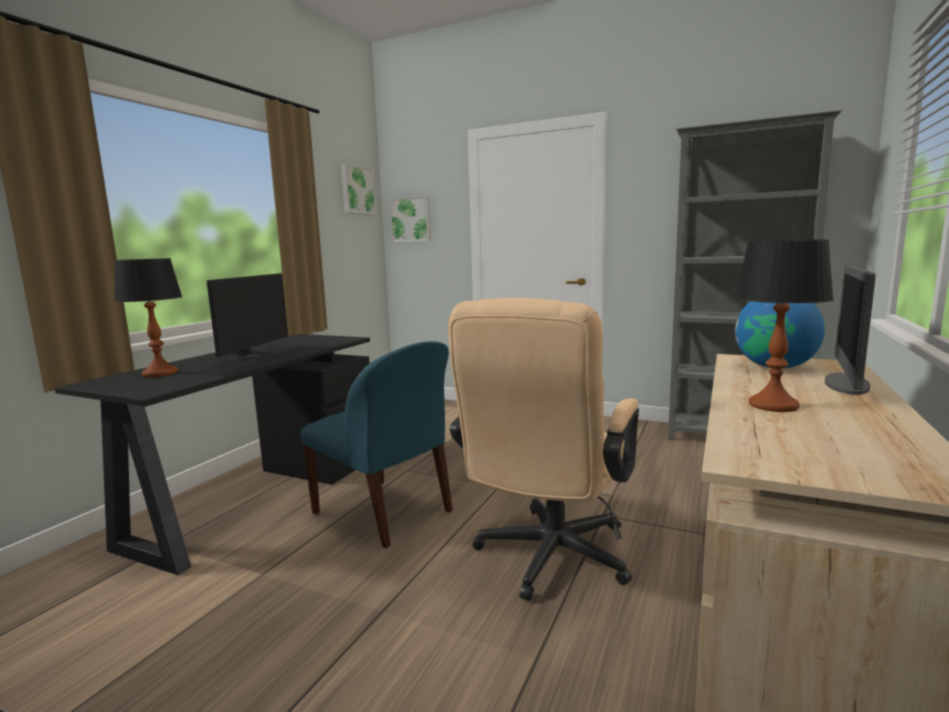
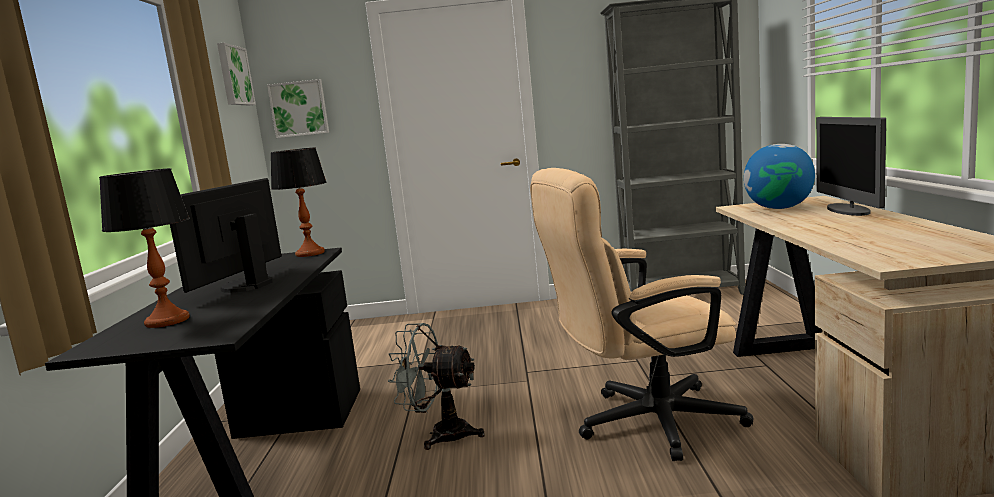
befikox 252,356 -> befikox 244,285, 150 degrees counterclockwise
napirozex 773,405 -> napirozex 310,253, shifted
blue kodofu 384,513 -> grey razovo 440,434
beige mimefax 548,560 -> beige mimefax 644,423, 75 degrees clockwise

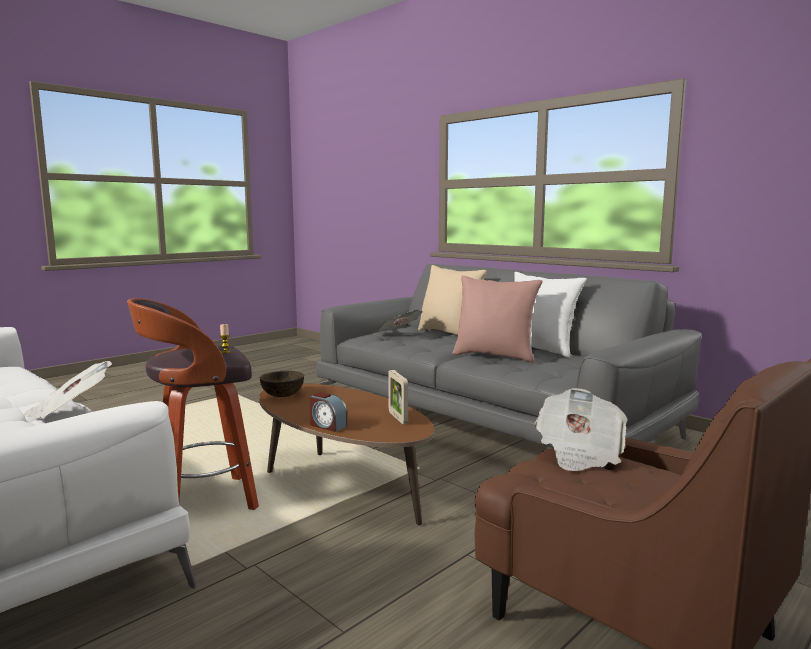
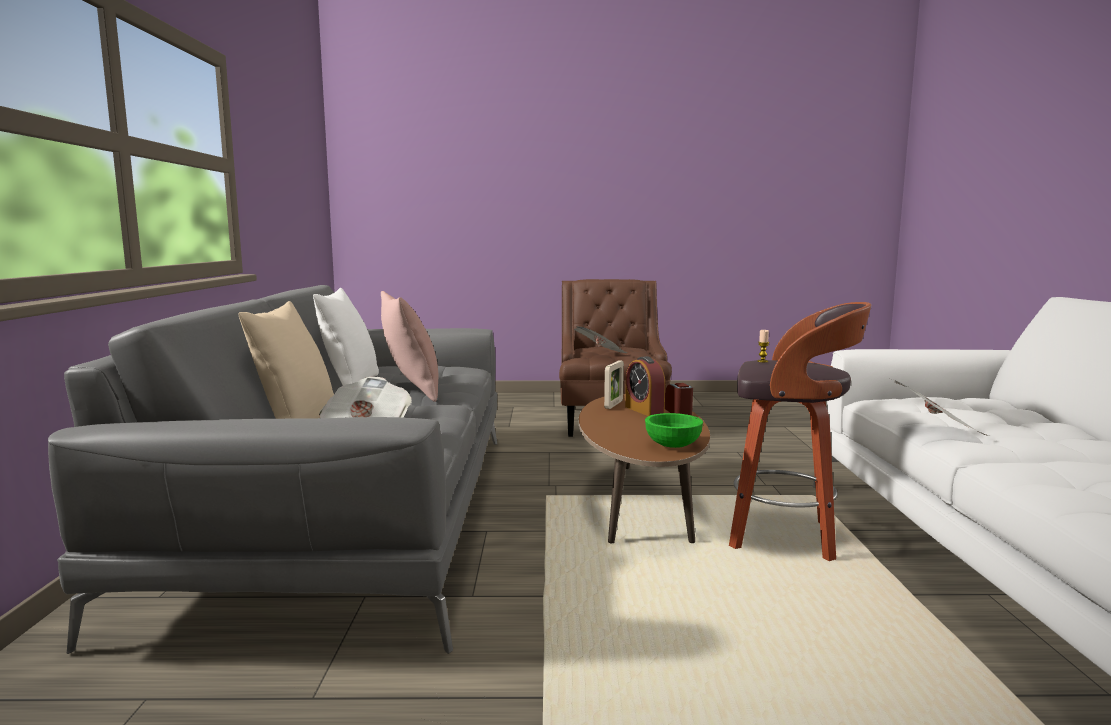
none -> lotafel 644,410
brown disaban 283,395 -> green disaban 672,445

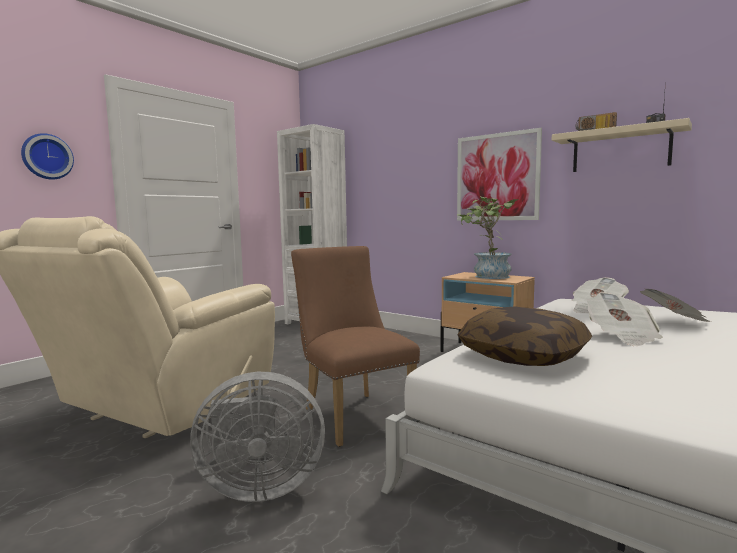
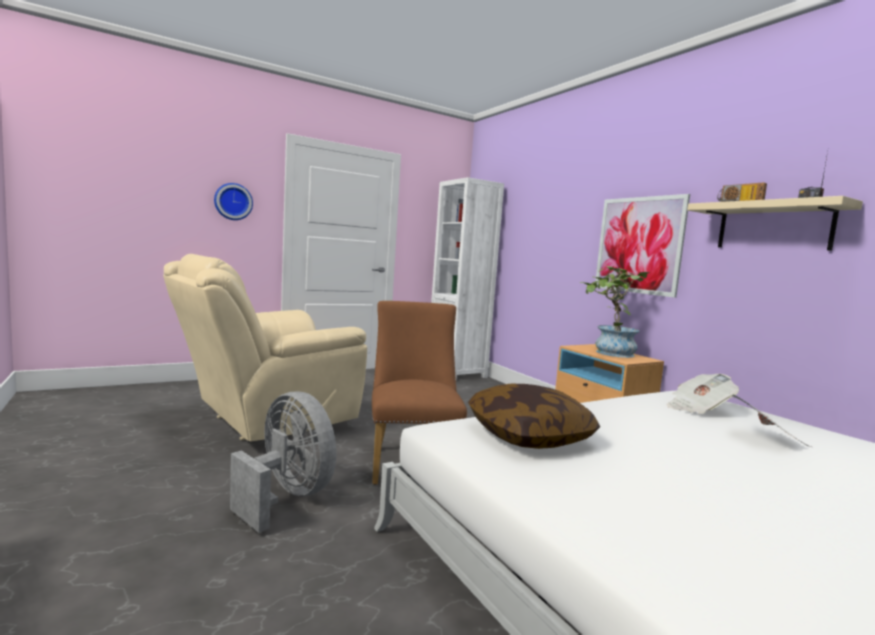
grey razovo 258,487 -> grey razovo 286,497, 150 degrees counterclockwise
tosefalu 622,336 -> none

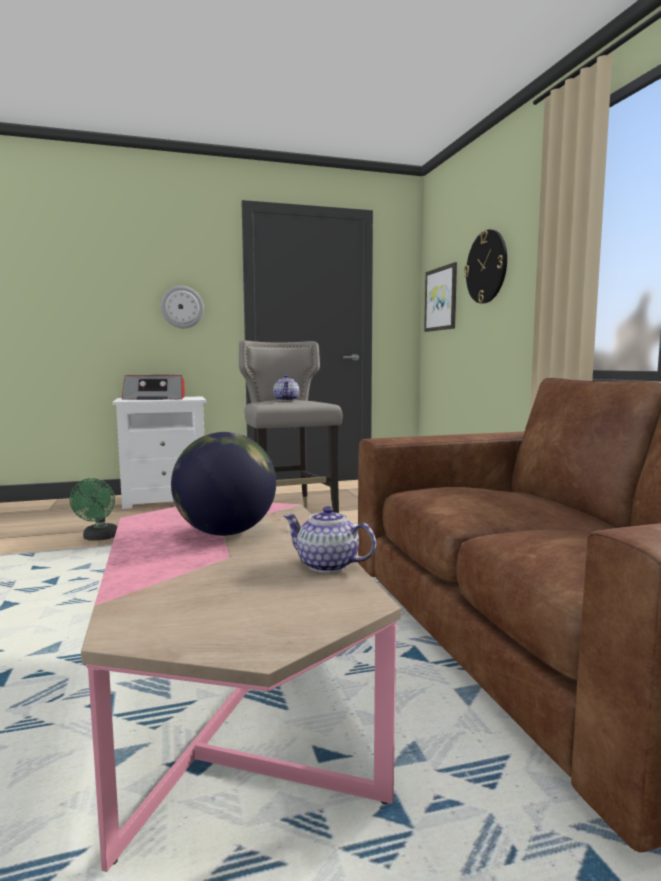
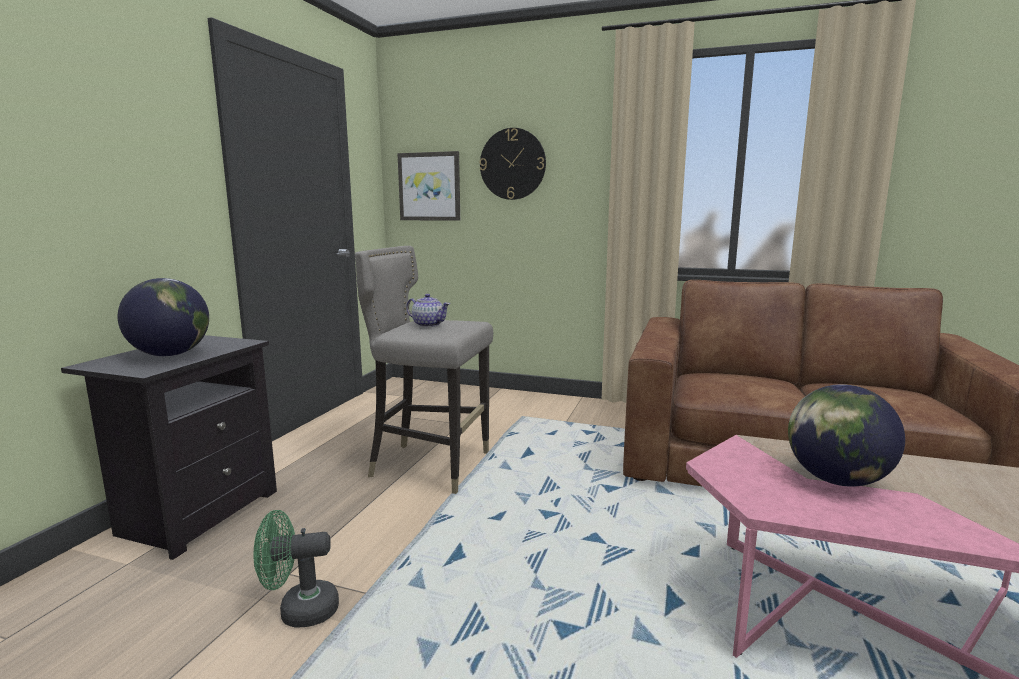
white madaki 166,499 -> black madaki 197,513
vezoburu 155,398 -> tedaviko 170,354
green razovo 99,538 -> green razovo 299,611, 135 degrees clockwise
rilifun 182,307 -> none
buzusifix 328,565 -> none

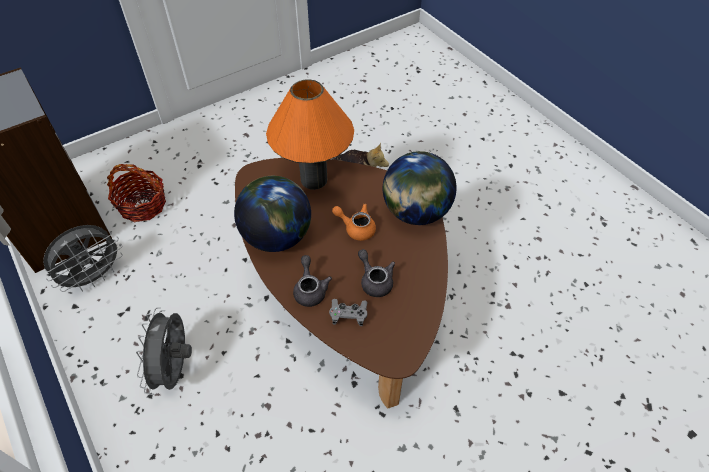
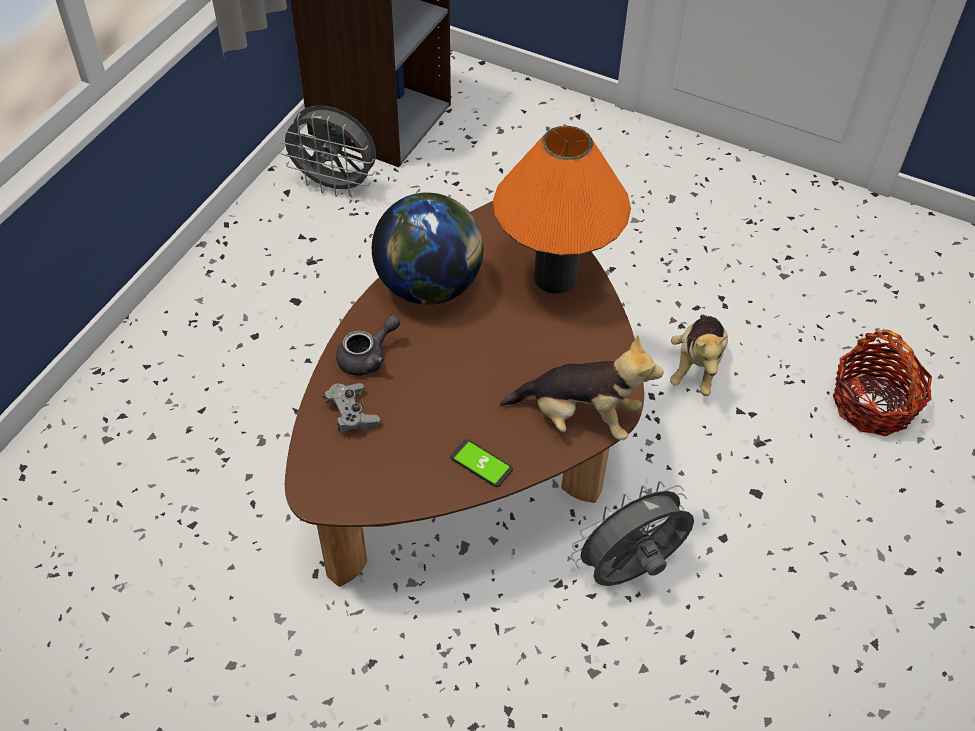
none -> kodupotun 481,464
tedaviko 415,212 -> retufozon 579,417
grey razovo 176,369 -> grey razovo 629,571, shifted
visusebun 143,205 -> visusebun 873,404, shifted
orange buzusifix 356,228 -> none
grey buzusifix 375,280 -> none

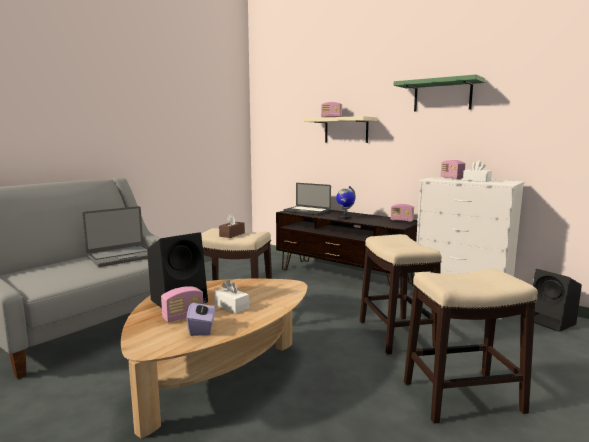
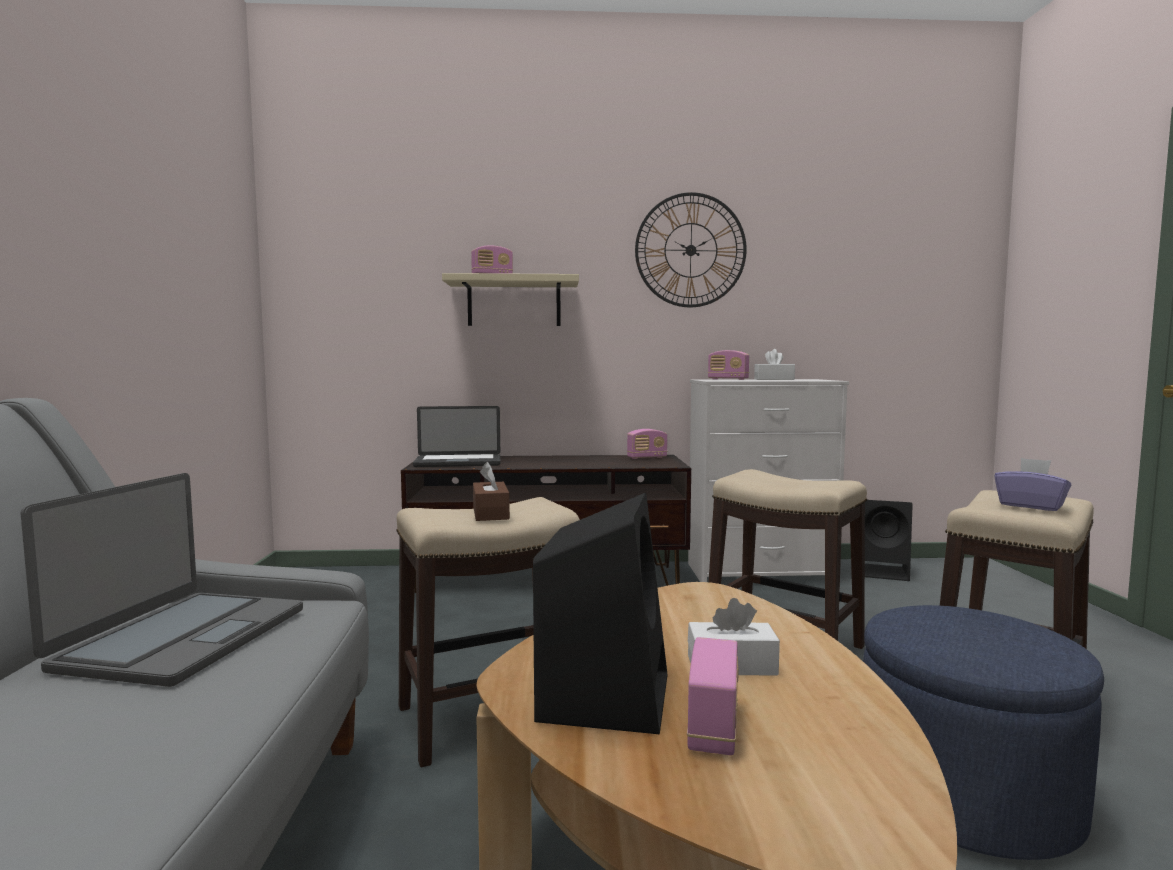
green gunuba 442,96 -> rilifun 690,250
none -> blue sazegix 965,794
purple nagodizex 202,329 -> purple nagodizex 1031,506, shifted
tedaviko 345,217 -> none

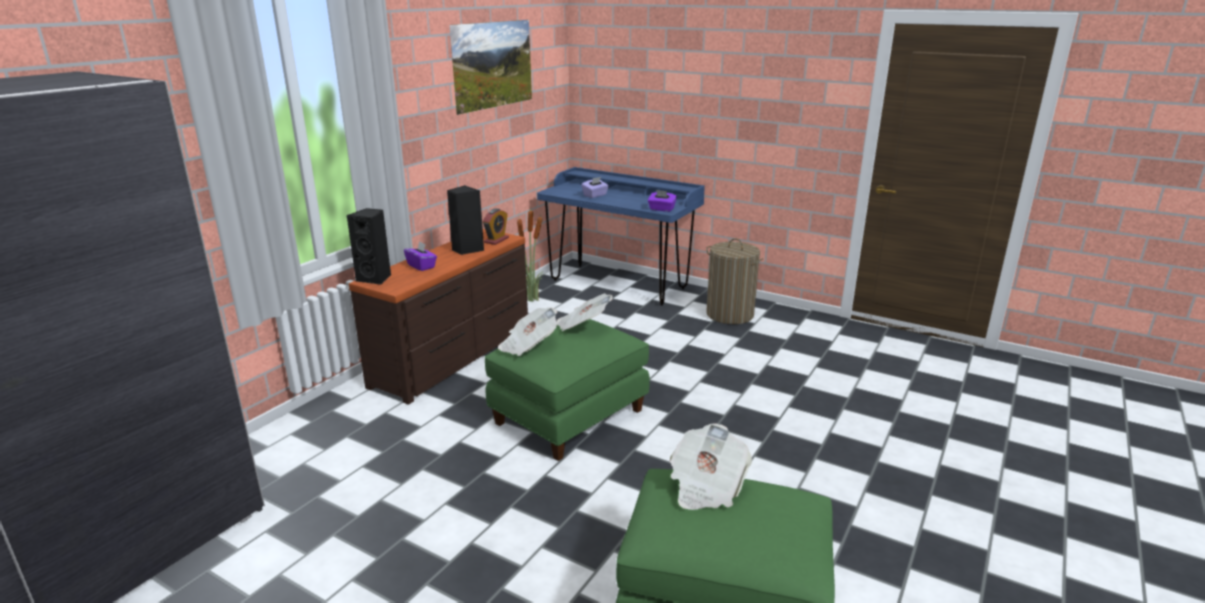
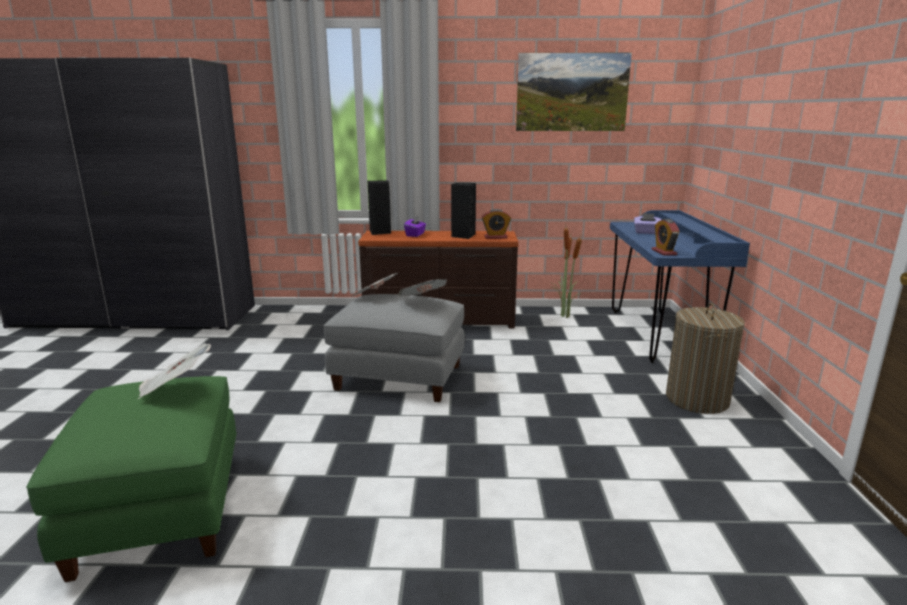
green sazegix 570,417 -> grey sazegix 398,378
purple nagodizex 661,209 -> lotafel 664,252

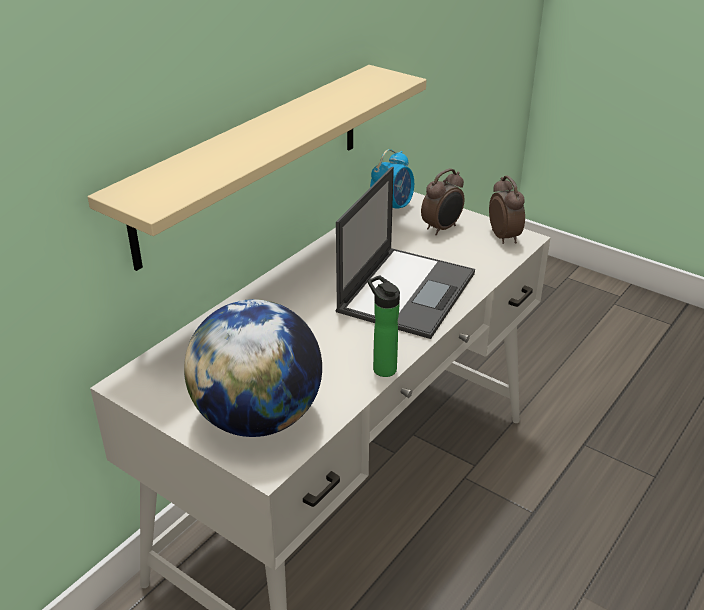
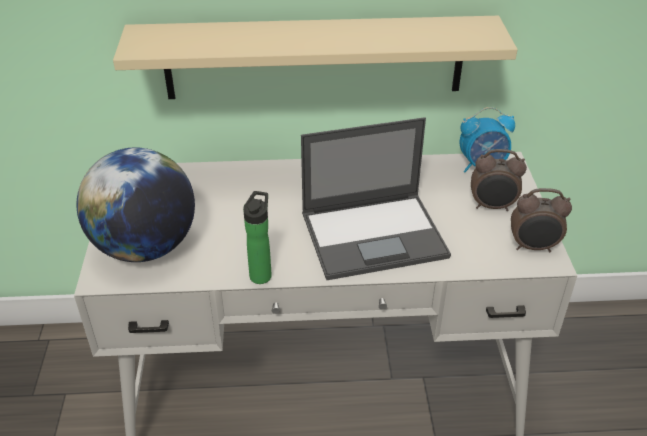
lotafel 504,237 -> lotafel 533,247, 60 degrees clockwise

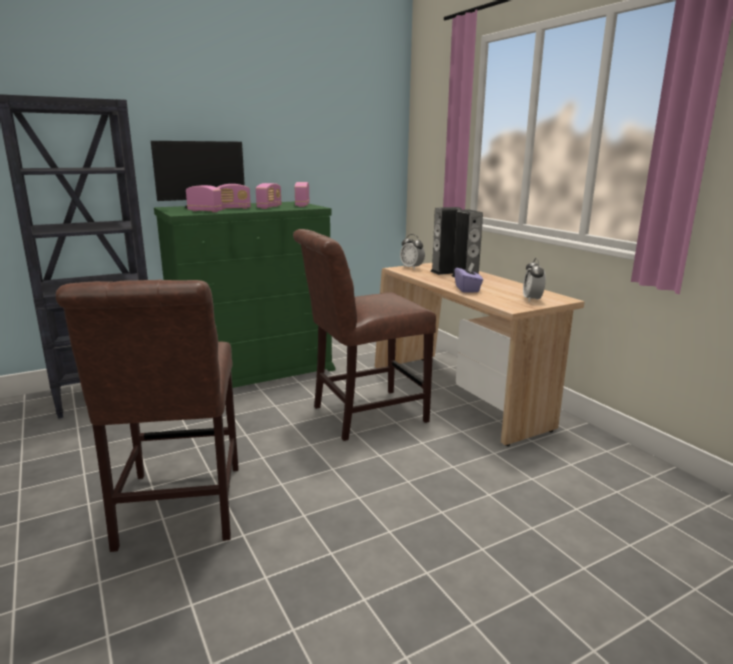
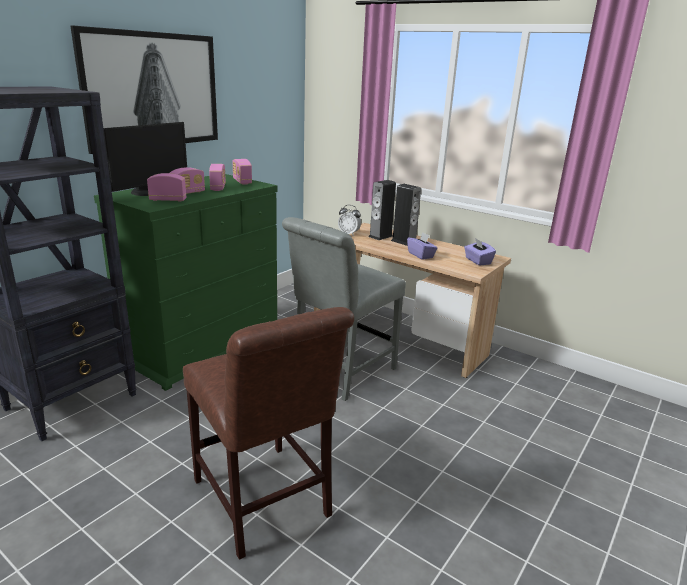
none -> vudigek 152,90
brown kodofu 363,415 -> grey kodofu 340,373
lotafel 532,299 -> purple nagodizex 477,261

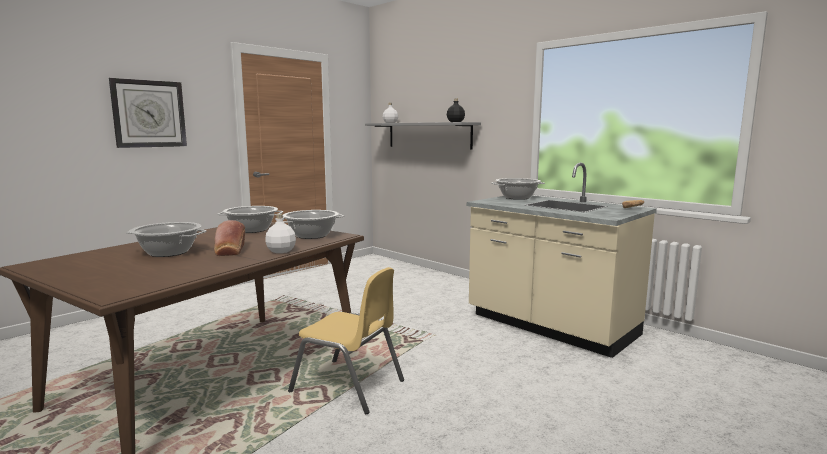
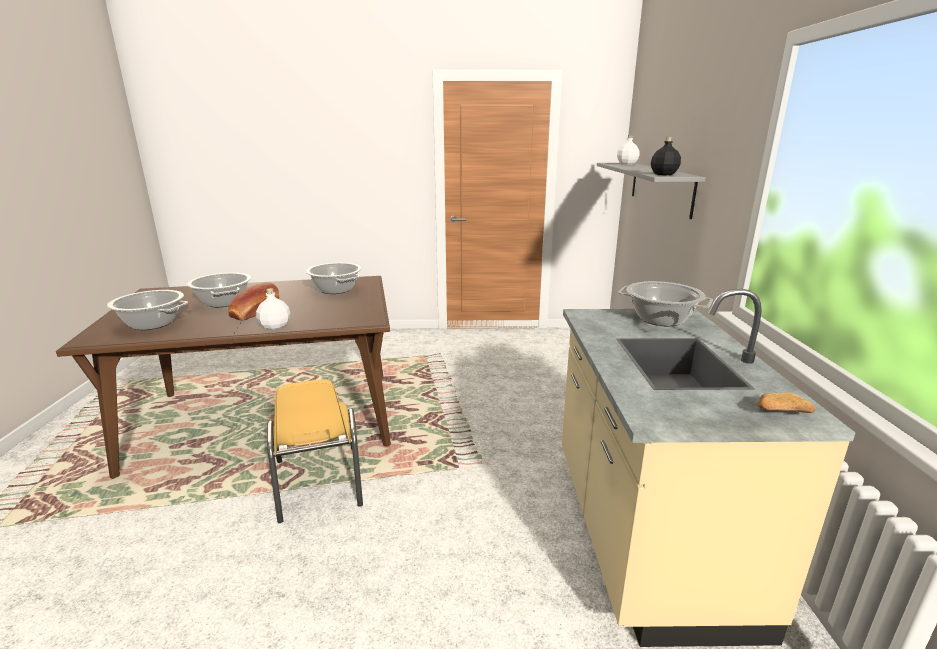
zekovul 311,236 -> zekovul 152,324, shifted
rilifun 149,114 -> none

